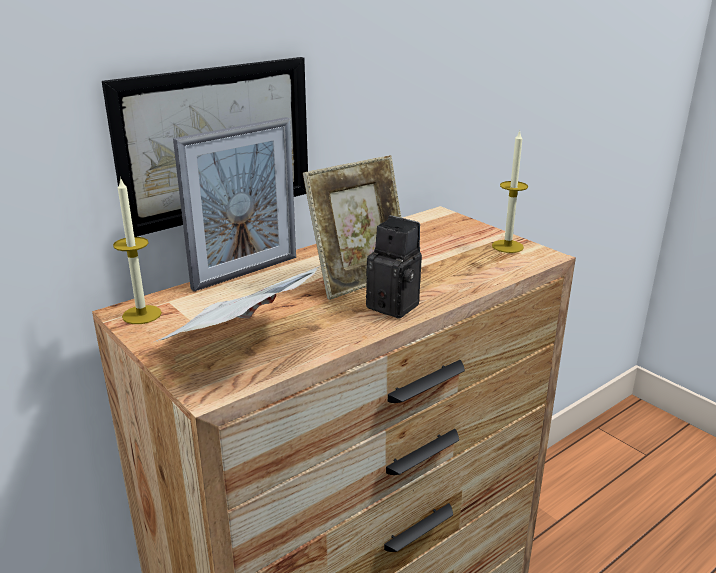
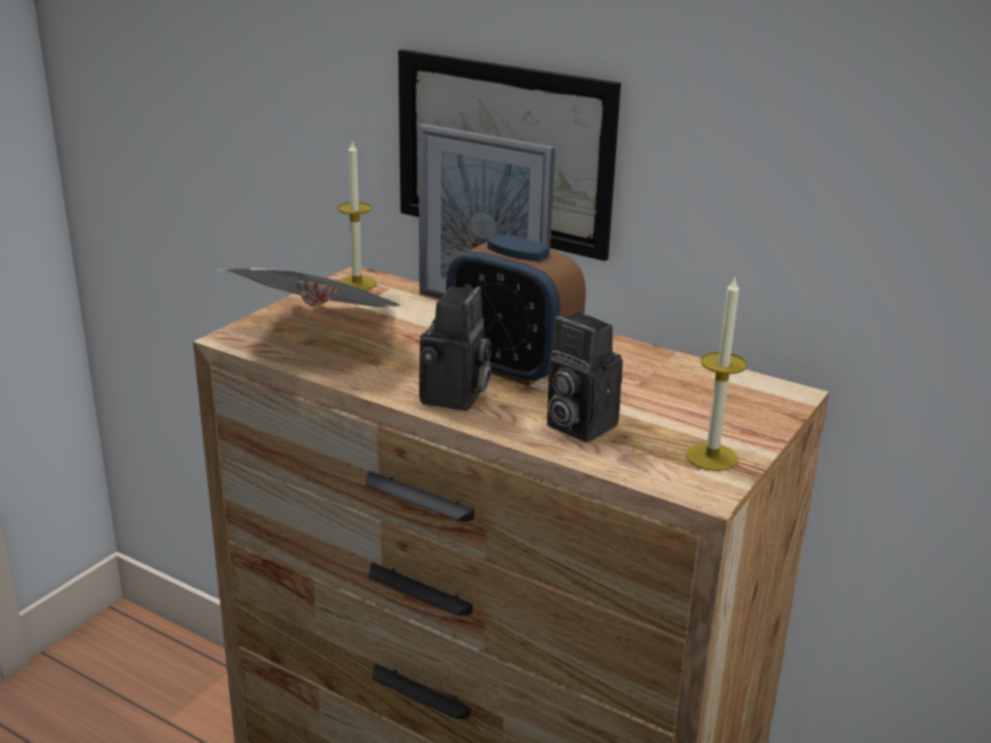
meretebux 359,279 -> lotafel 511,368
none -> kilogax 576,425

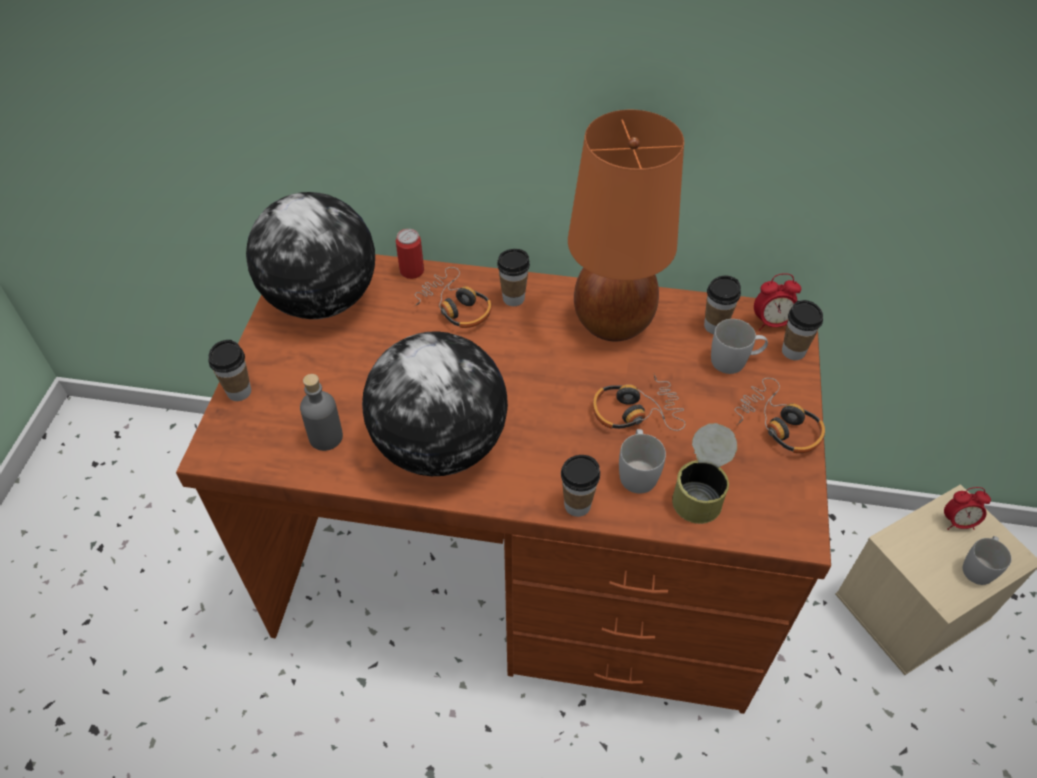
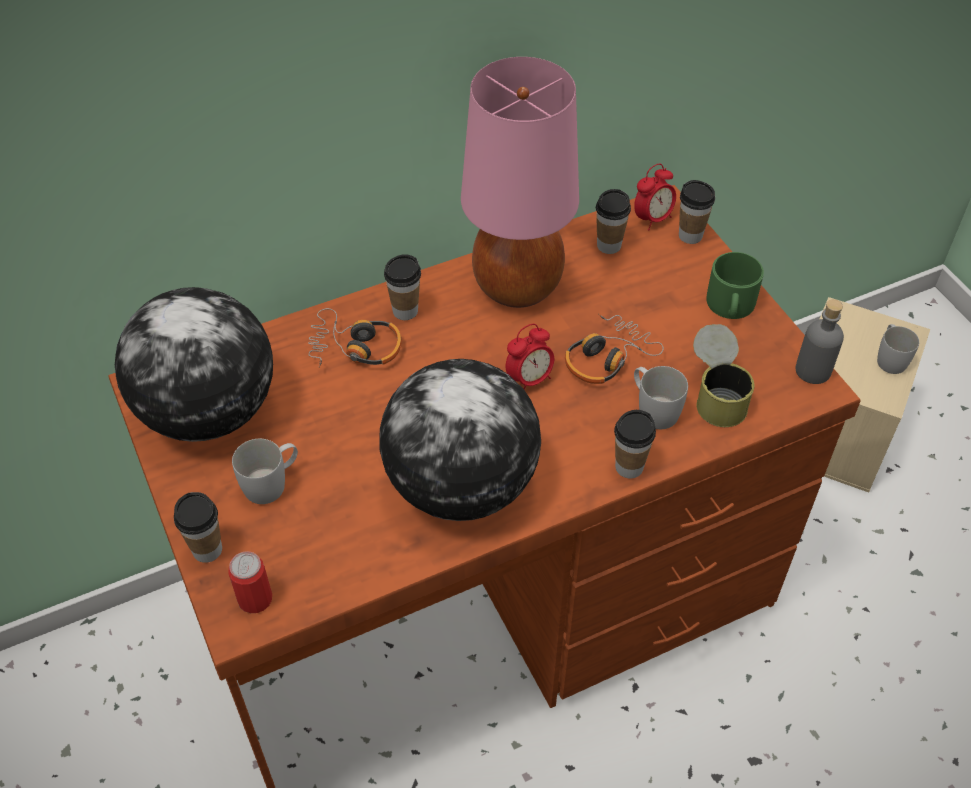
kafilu 412,271 -> kafilu 255,599, shifted
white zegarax 735,361 -> white zegarax 272,483, shifted
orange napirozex 613,321 -> pink napirozex 516,285
lotafel 957,522 -> lotafel 529,379, shifted
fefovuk 778,425 -> green zegarax 730,306
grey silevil 326,437 -> grey silevil 813,370, shifted

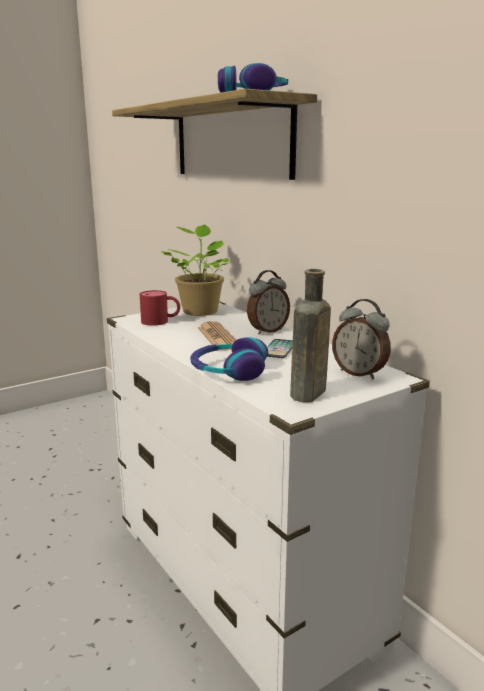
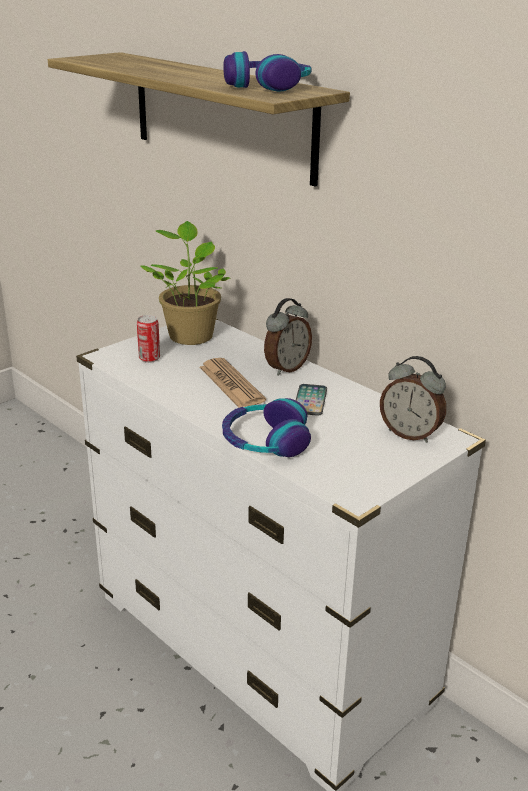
red zegarax 161,321 -> kafilu 149,358
brown silevil 307,394 -> none

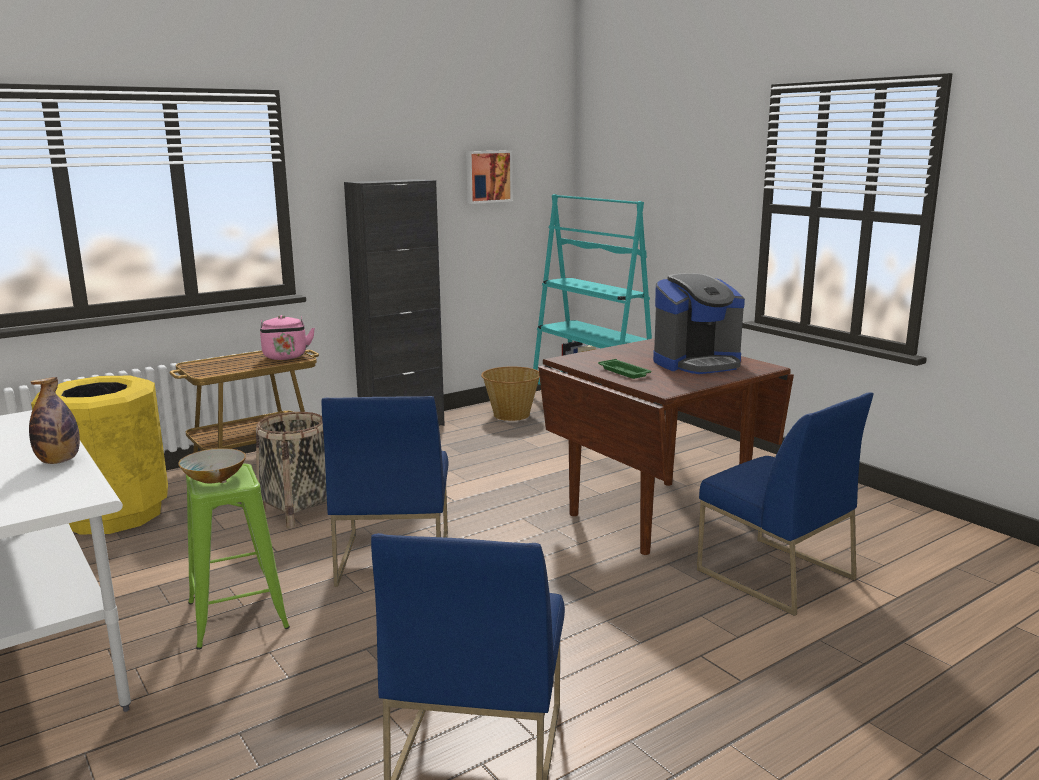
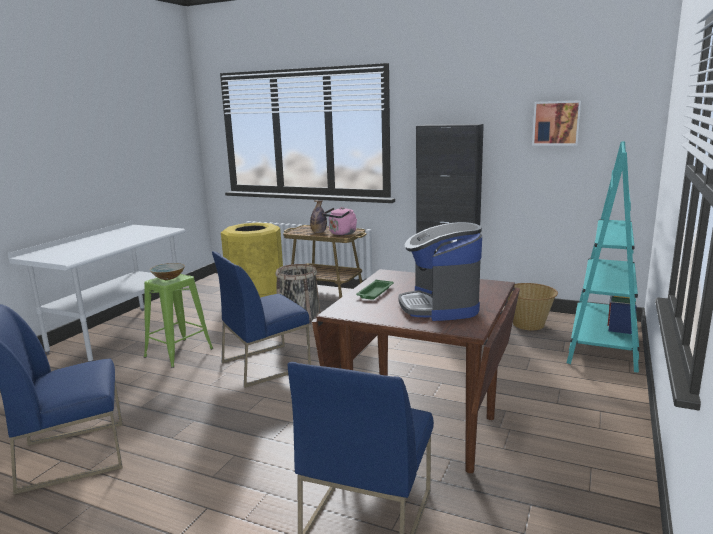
silevil 59,461 -> silevil 318,232, shifted
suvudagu 697,363 -> suvudagu 440,306, 45 degrees clockwise

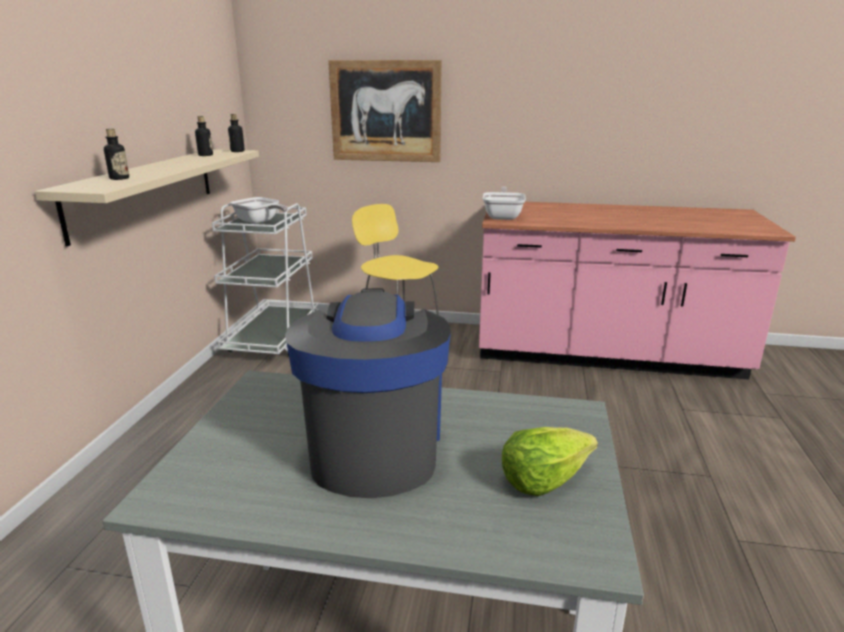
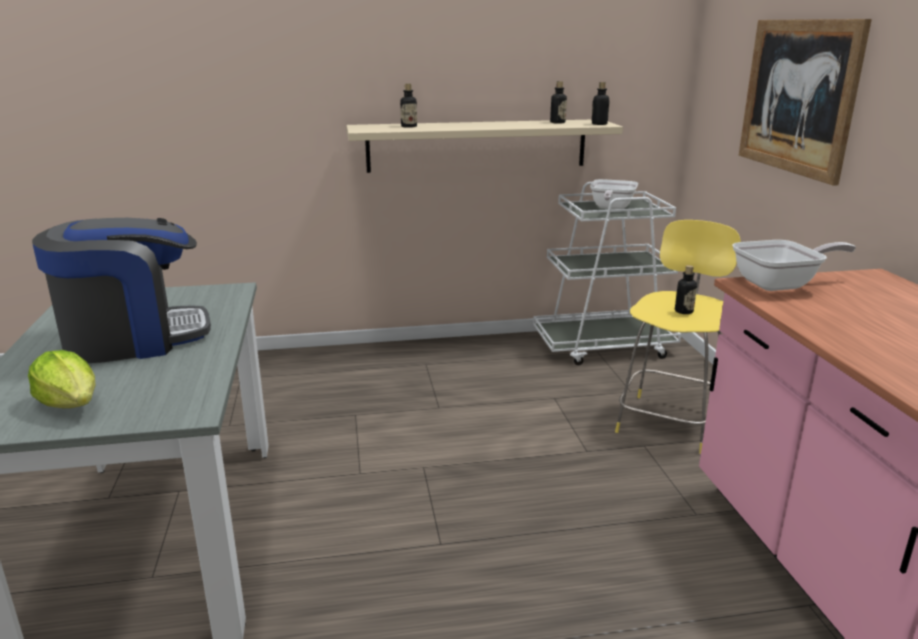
none -> silevil 683,311

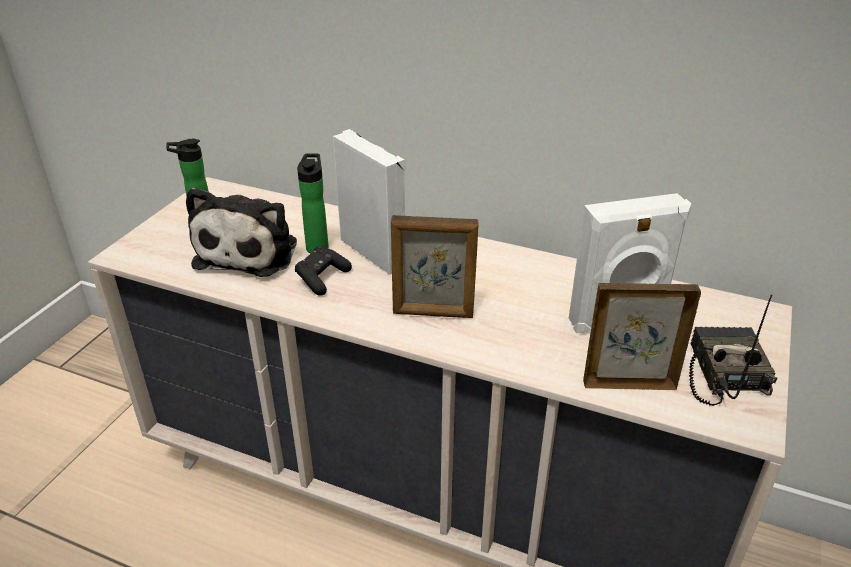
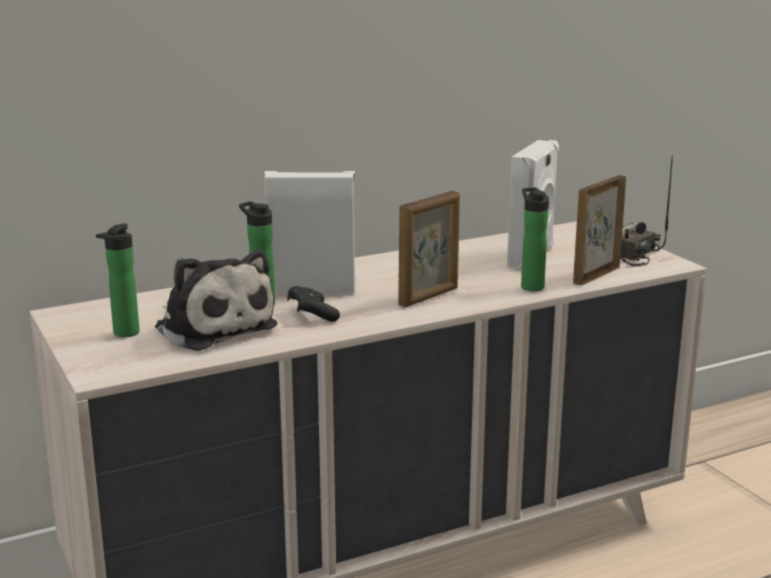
none -> silevil 531,286

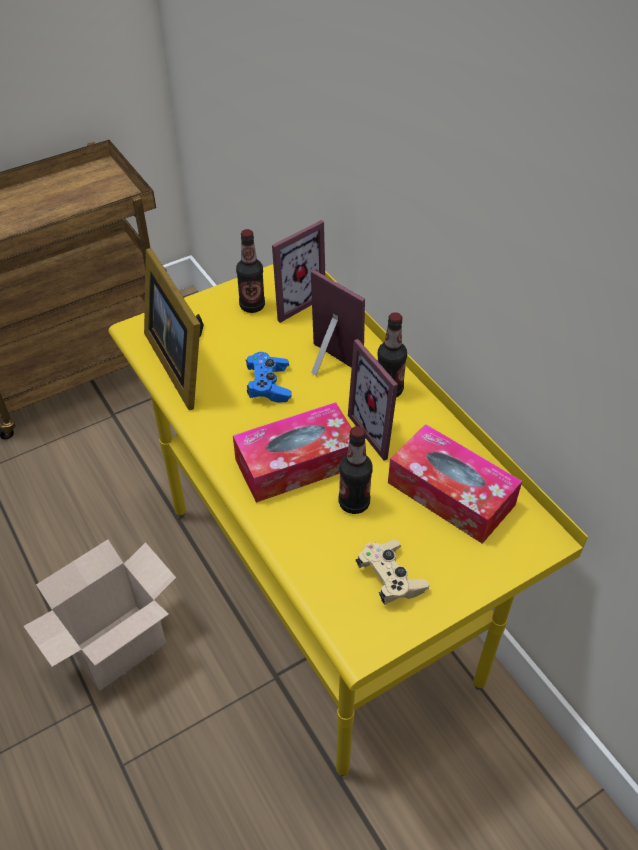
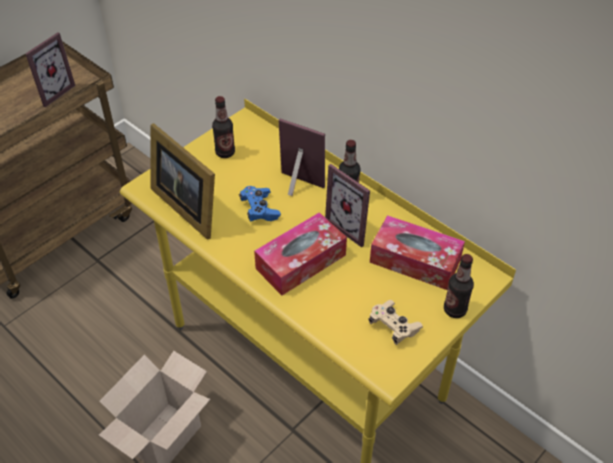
meretebux 292,301 -> meretebux 52,92, shifted
silevil 354,503 -> silevil 455,310, shifted

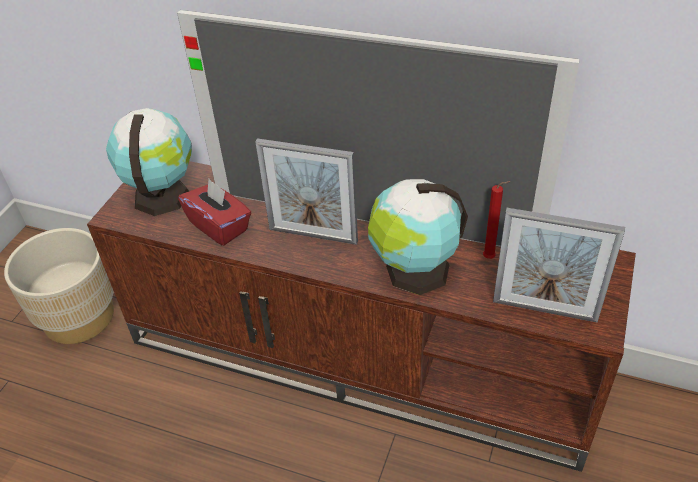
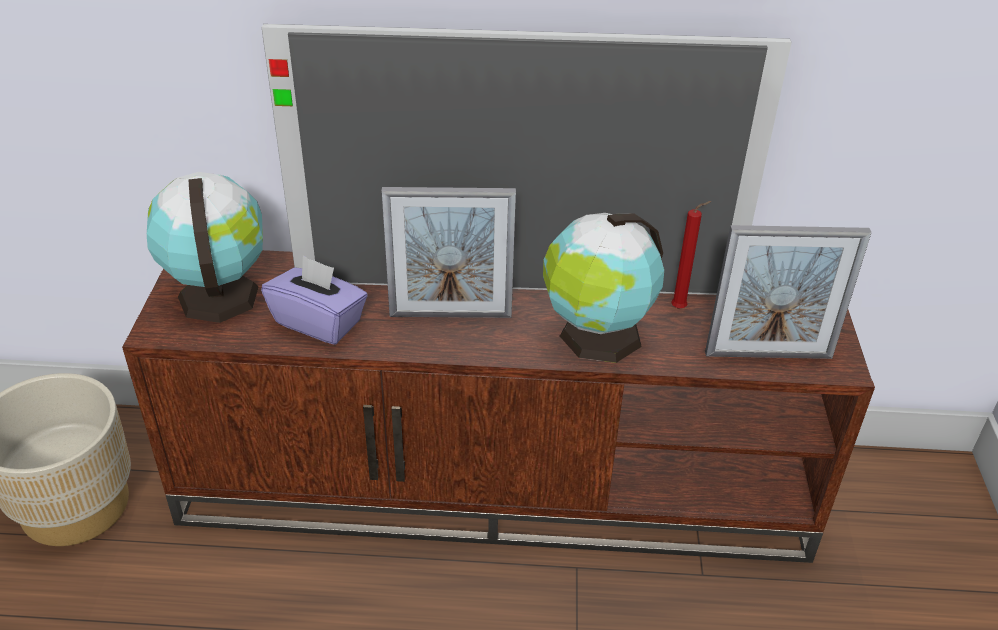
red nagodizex 219,226 -> purple nagodizex 319,322

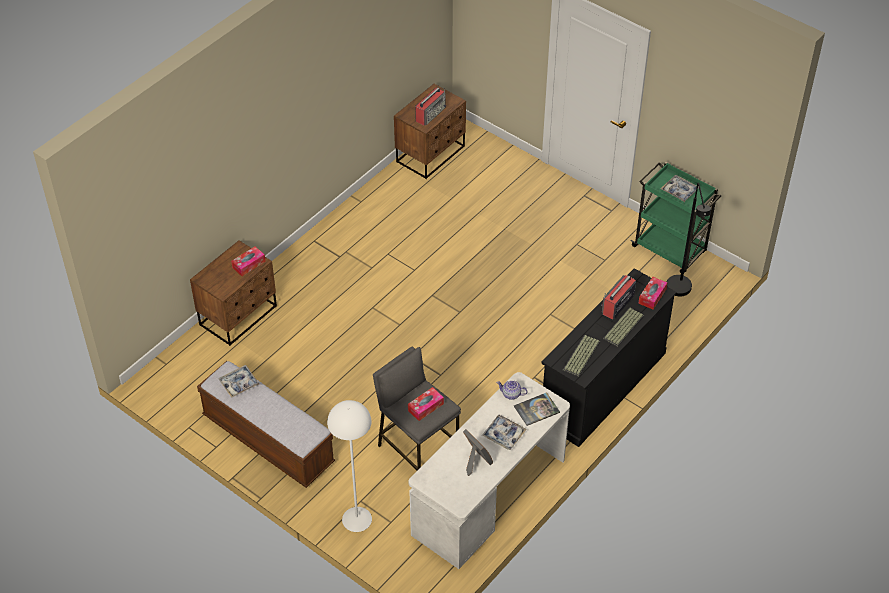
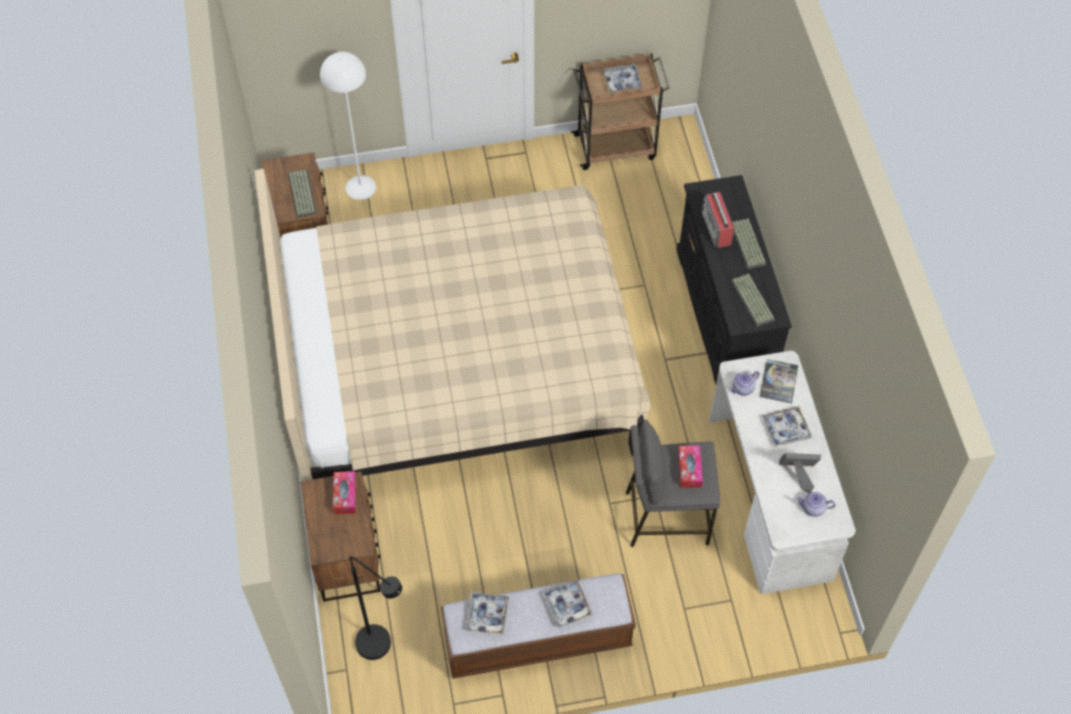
none -> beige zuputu 456,363
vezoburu 430,114 -> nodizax 301,193
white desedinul 356,519 -> white desedinul 360,187, shifted
black desedinul 680,292 -> black desedinul 382,648, shifted
none -> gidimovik 567,605
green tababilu 670,250 -> brown tababilu 616,146
none -> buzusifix 813,508
nagodizex 652,296 -> none

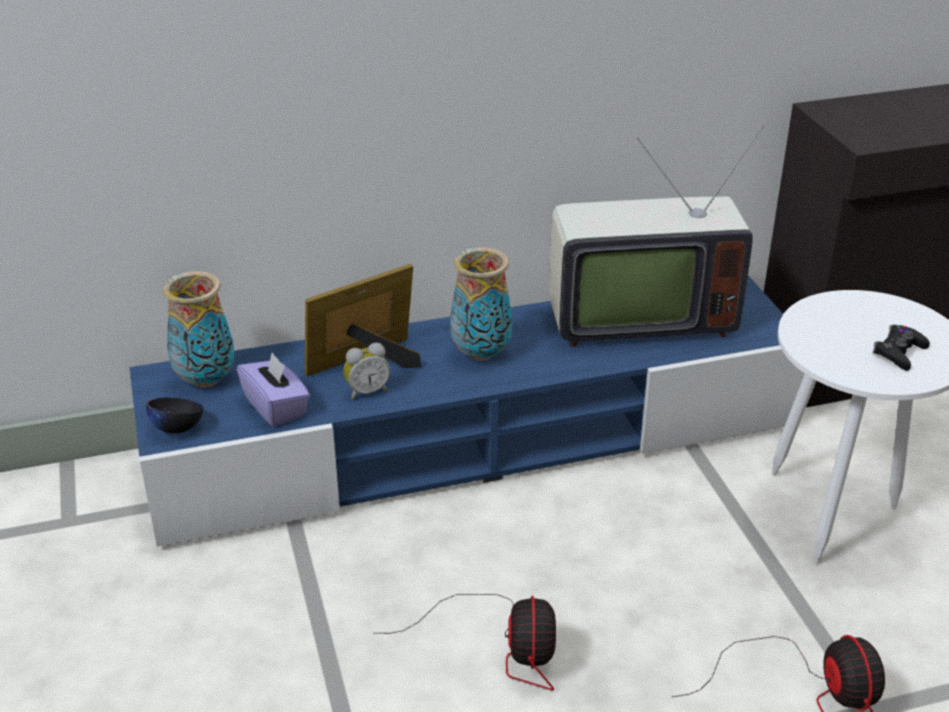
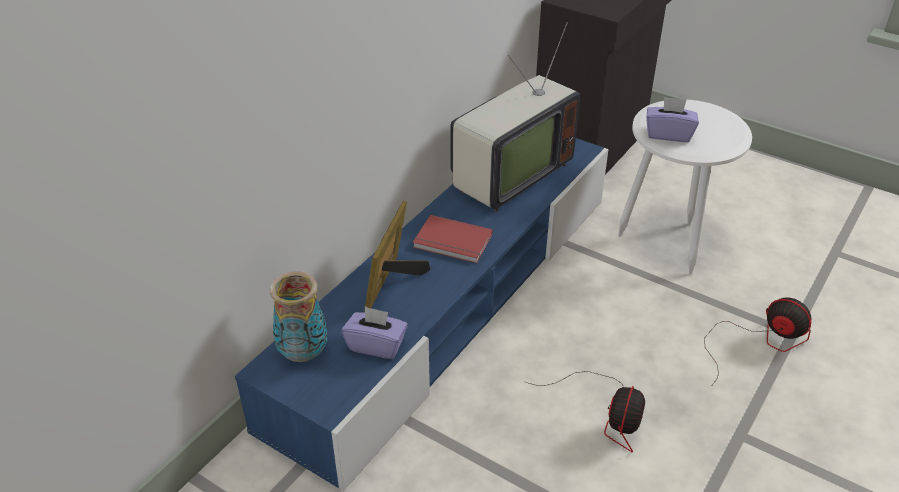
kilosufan 480,354 -> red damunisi 452,242
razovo 503,646 -> razovo 608,414, 60 degrees clockwise
none -> purple nagodizex 668,134
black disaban 178,428 -> none
lotafel 367,391 -> none
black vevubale 899,352 -> none

